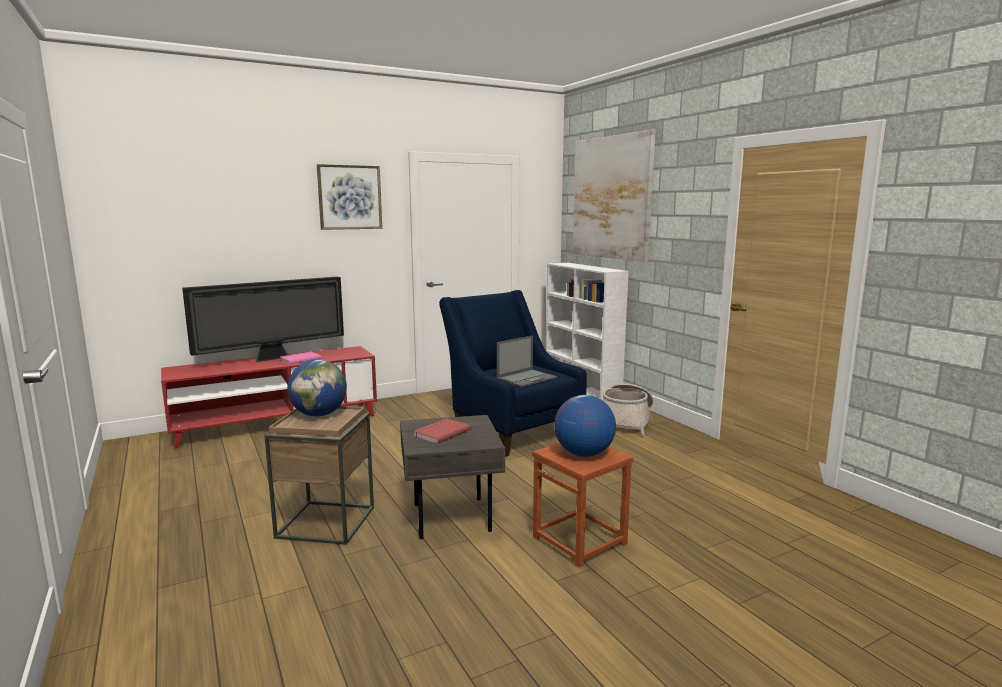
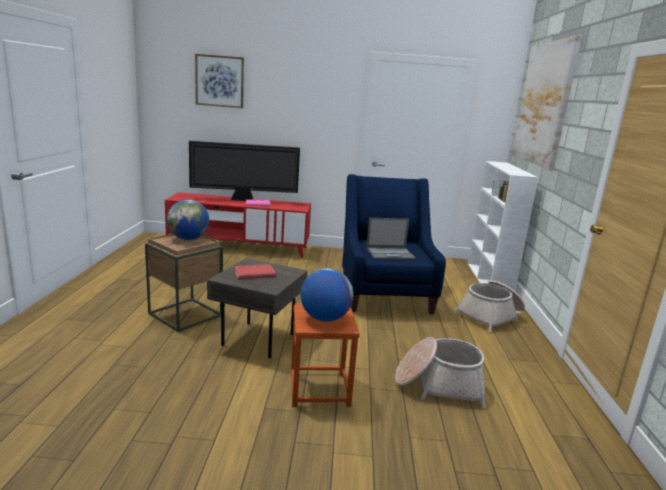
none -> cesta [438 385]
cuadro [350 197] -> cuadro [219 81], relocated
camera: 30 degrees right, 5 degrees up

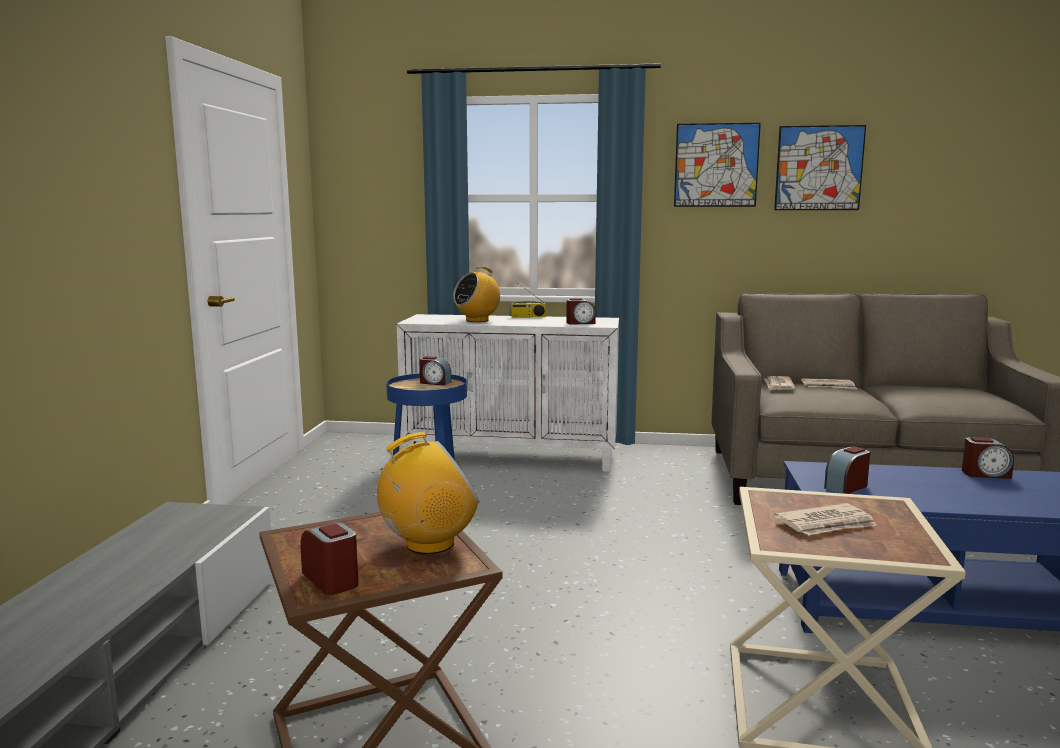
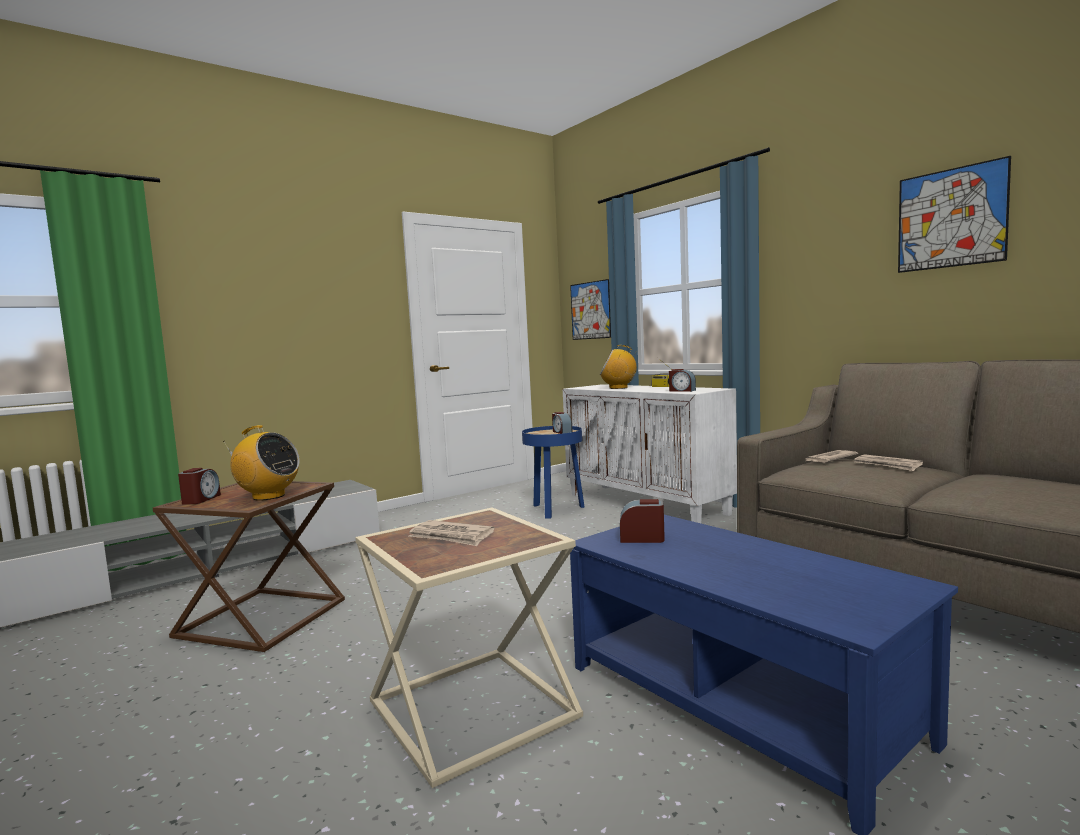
despertador [985 474] -> none
cuadro [716 165] -> cuadro [590 310], relocated
camera: 45 degrees right, 5 degrees down

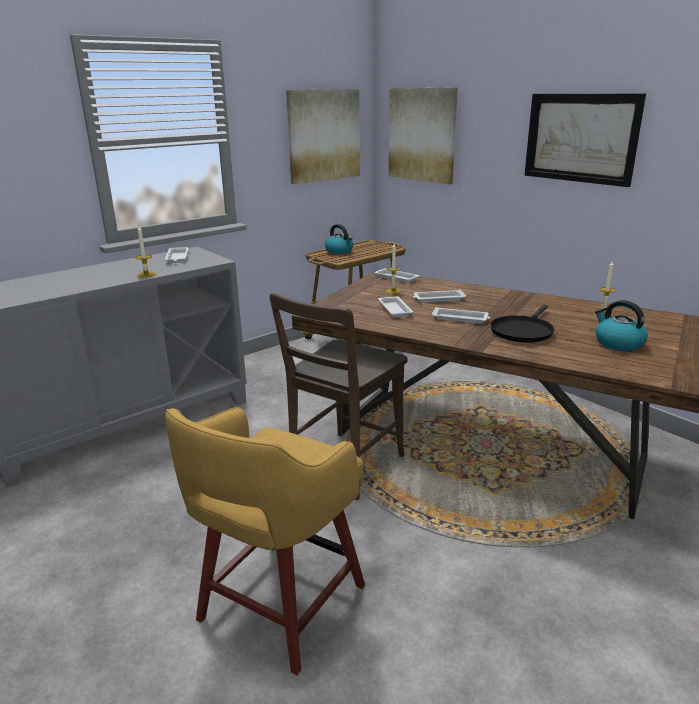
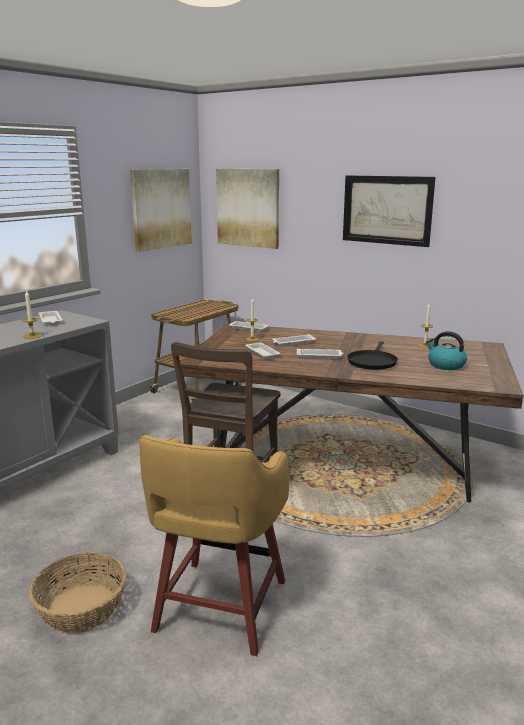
hervidor [339 251] -> none
none -> cesta [81 608]
camera: 15 degrees left, 5 degrees down

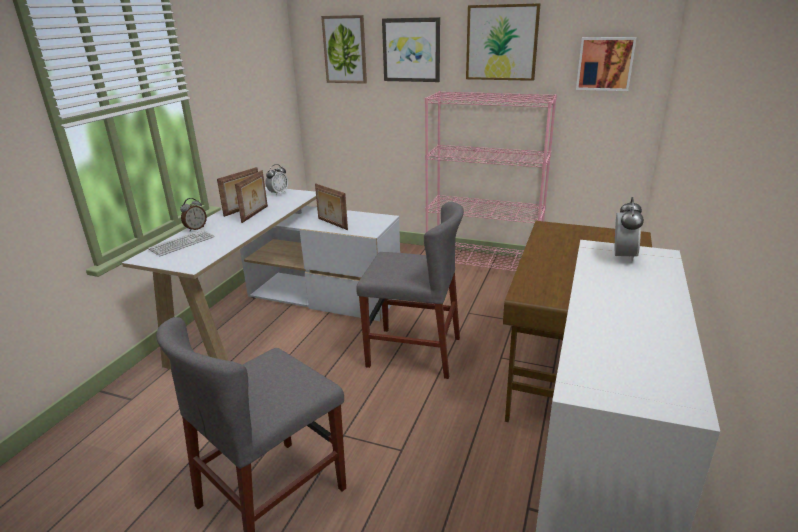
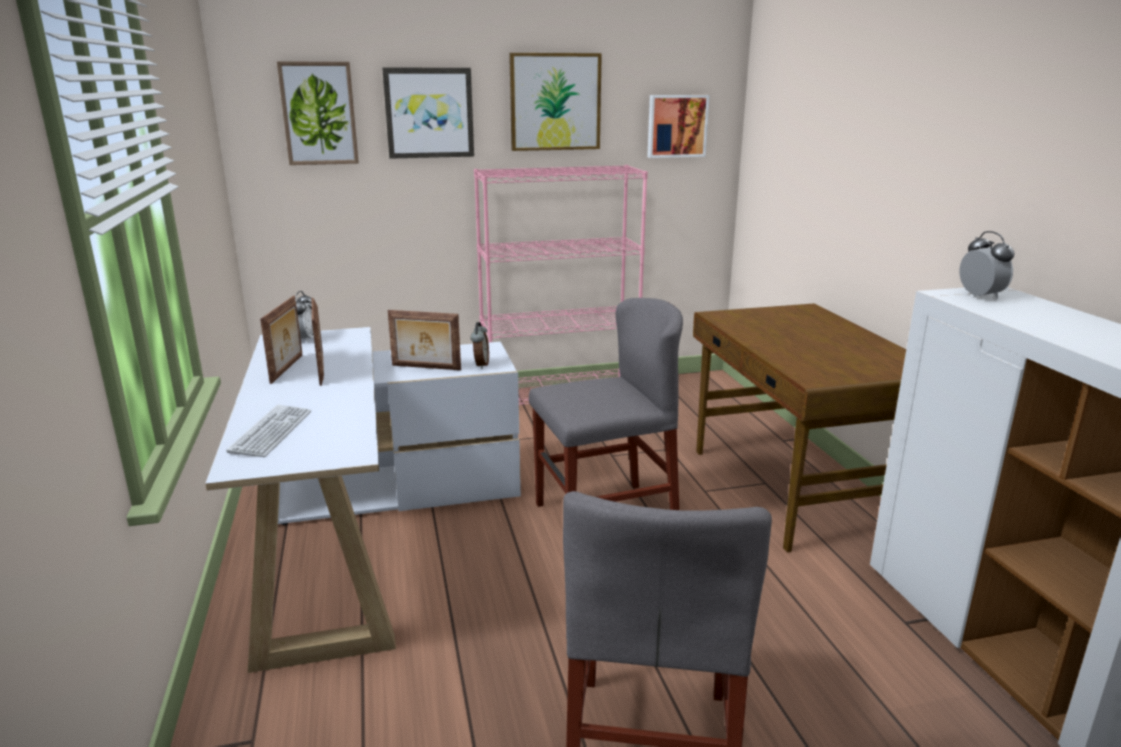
despertador [195 228] -> despertador [480 365], relocated
camera: 35 degrees left, 5 degrees down

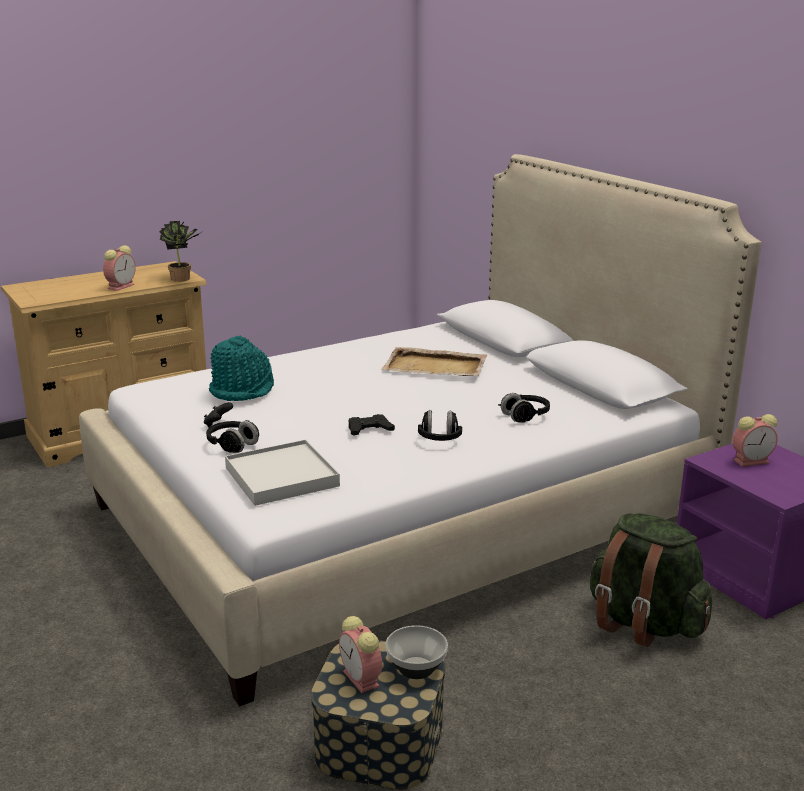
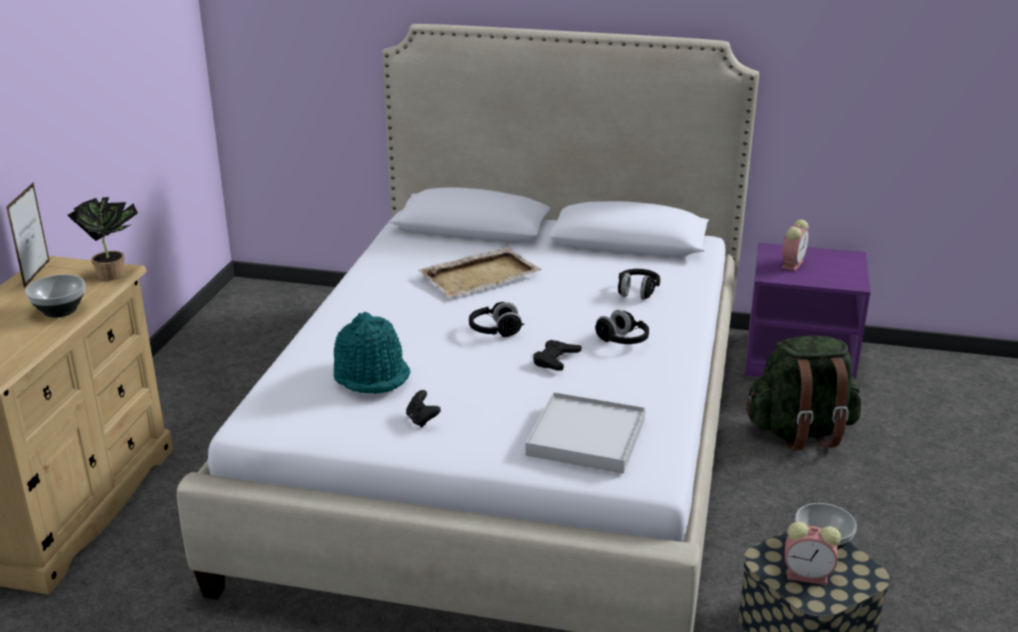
none -> portarretratos [37 274]
auriculares/negro [232 445] -> auriculares/negro [495 331], relocated
despertador [121 286] -> cuenco [60 310]
camera: 45 degrees left, 5 degrees up

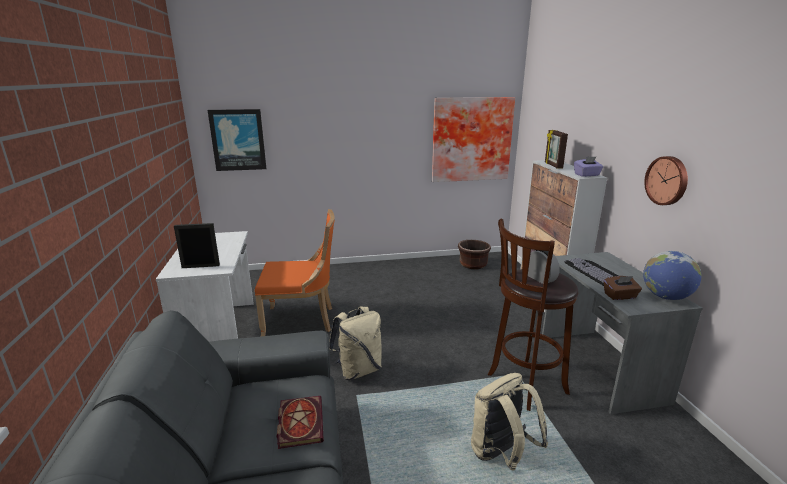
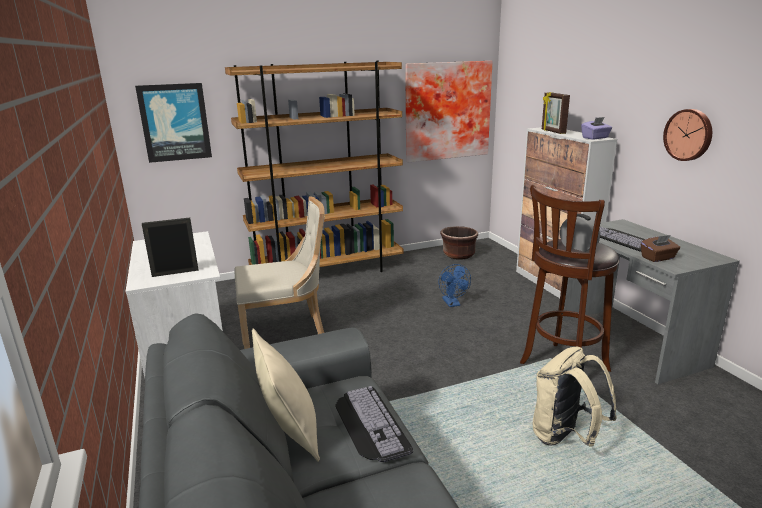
mochila/beis [358 370] -> none
globo terráqueo [665 297] -> none
none -> estantería/marrón [328 272]
none -> cojín/beis [290 432]
none -> ventilador/azul [452 304]
libro [299 422] -> teclado [368 423]
silla/naranja [302 321] -> silla/beis [286 333]
camera: 10 degrees left, 0 degrees up

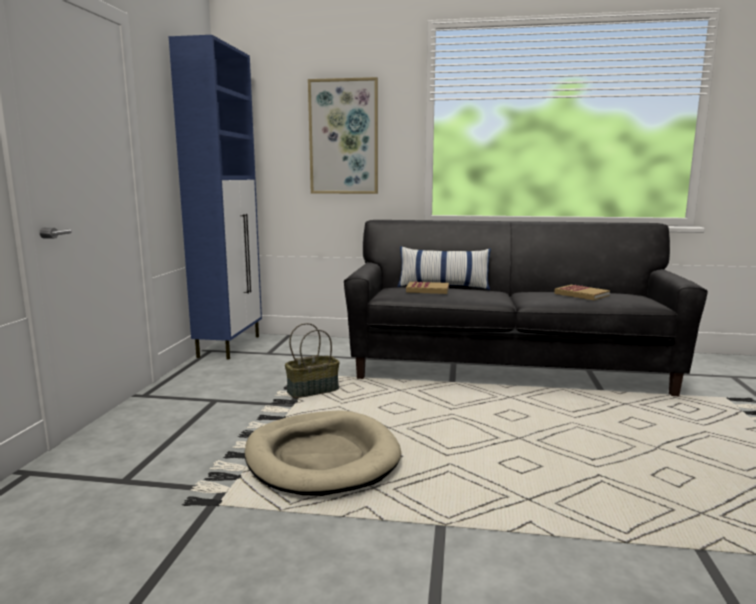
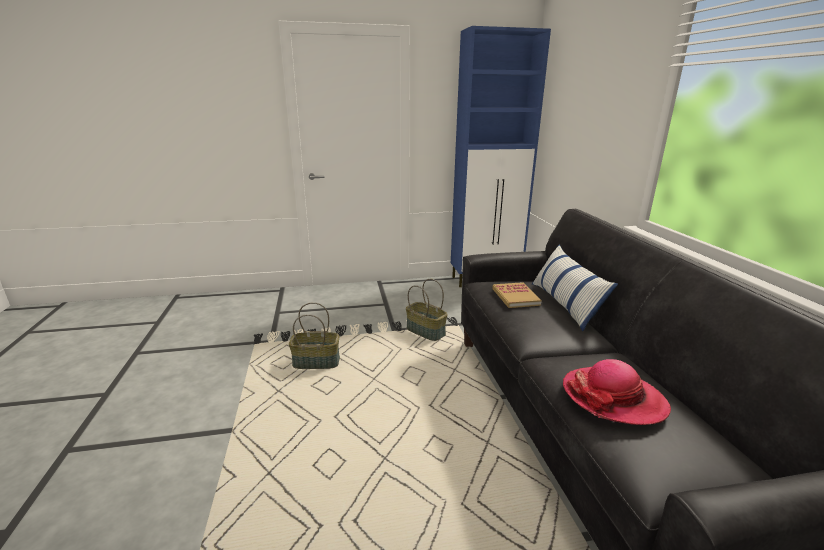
cuadro [344 137] -> none
cama para perro/beis [322 458] -> cesta [317 362]
libro [581 294] -> sombrero [613 398]
camera: 70 degrees right, 10 degrees up

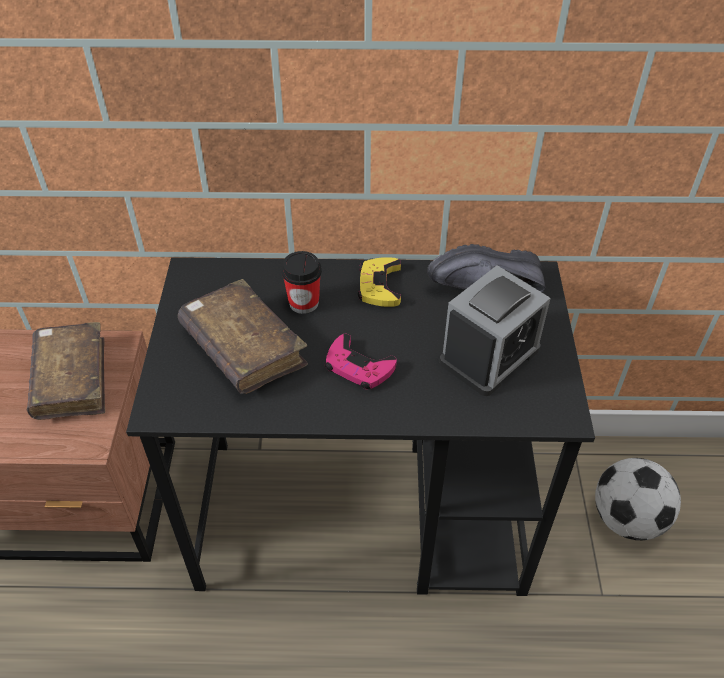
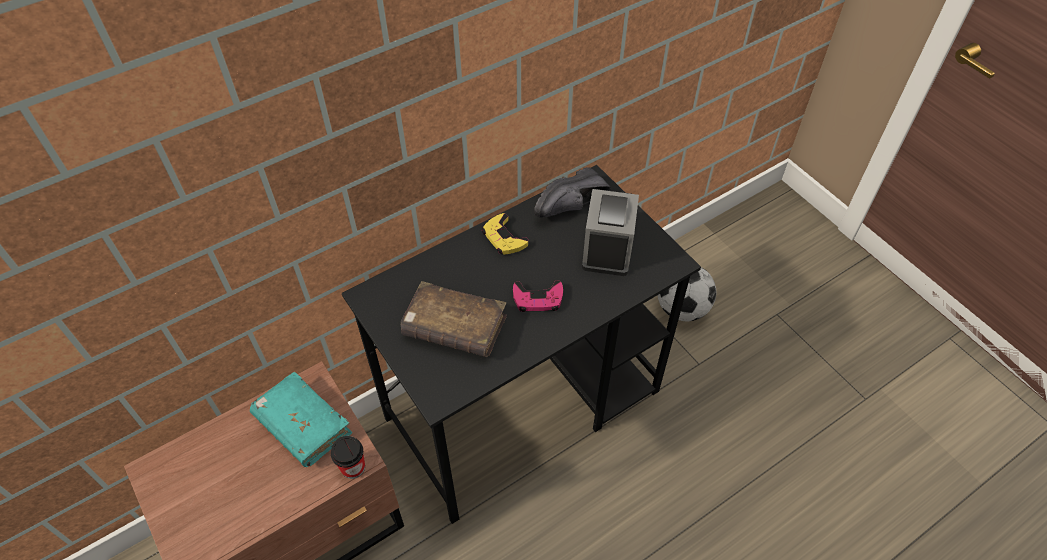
taza [304 303] -> taza [353 467], relocated
libro/marrón [71 380] -> libro/turquesa [303 425]
camera: 35 degrees left, 5 degrees up

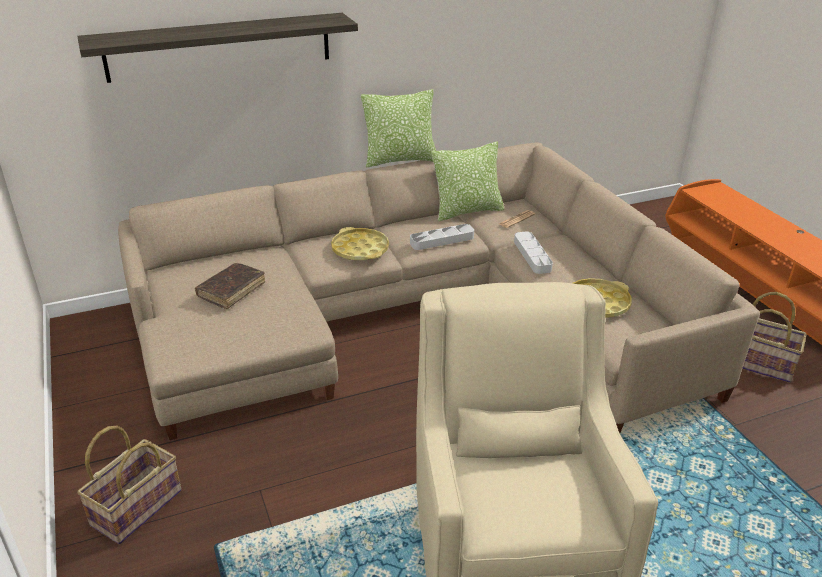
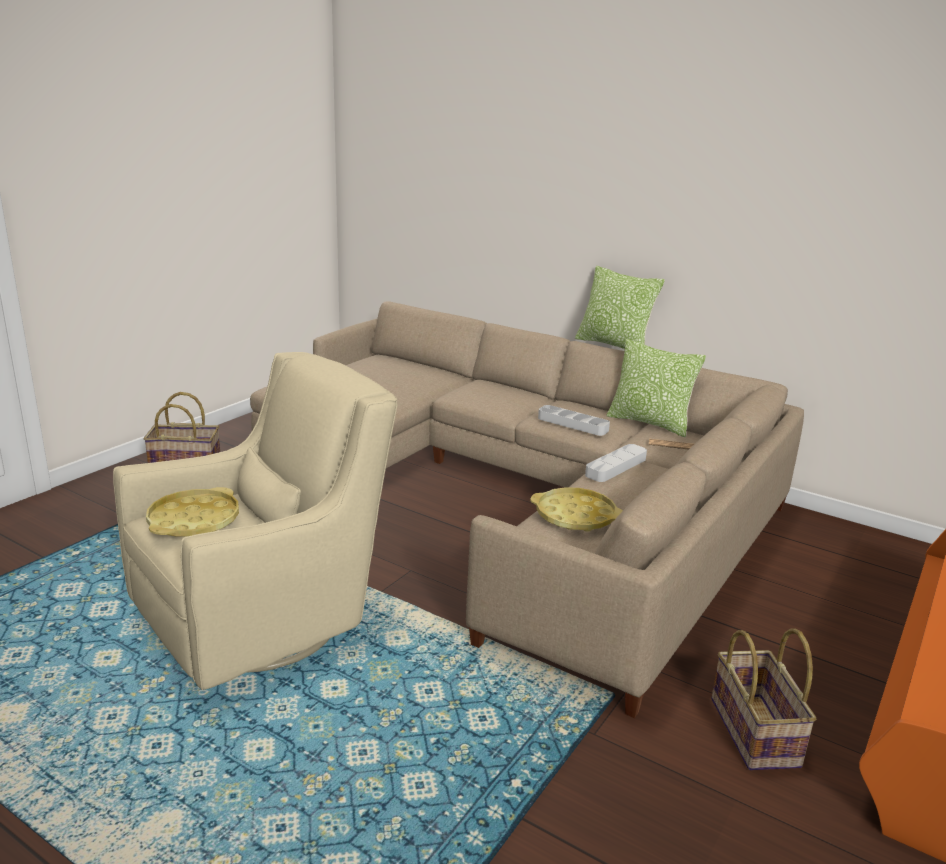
estante [220 47] -> none
libro/marrón [231 290] -> none
bandeja/amarillo [360 249] -> bandeja/amarillo [194 521], relocated
camera: 55 degrees right, 10 degrees down

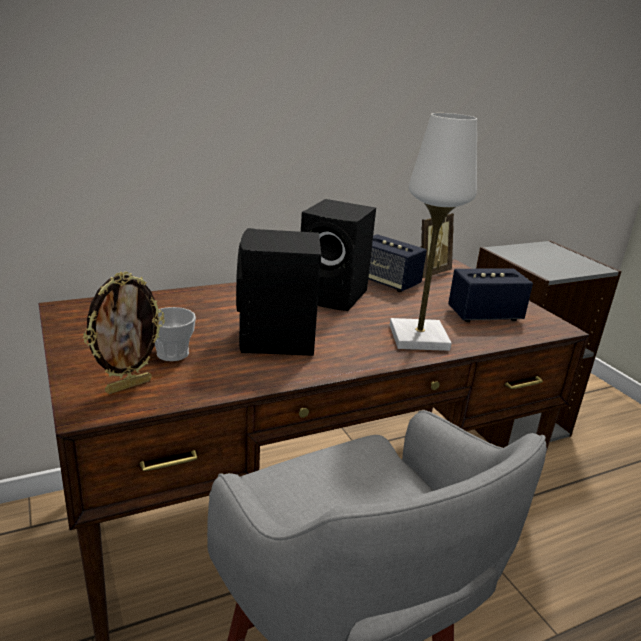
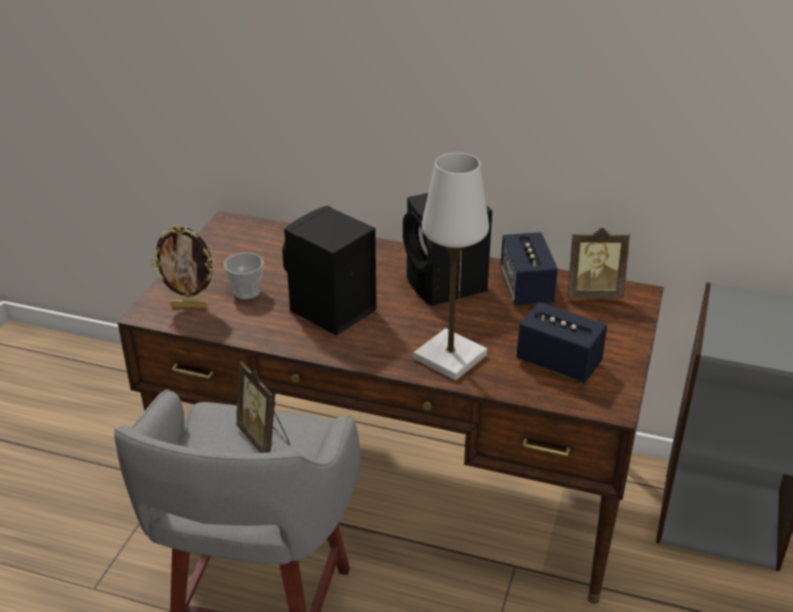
none -> portarretratos [264 439]
camera: 45 degrees right, 10 degrees up

